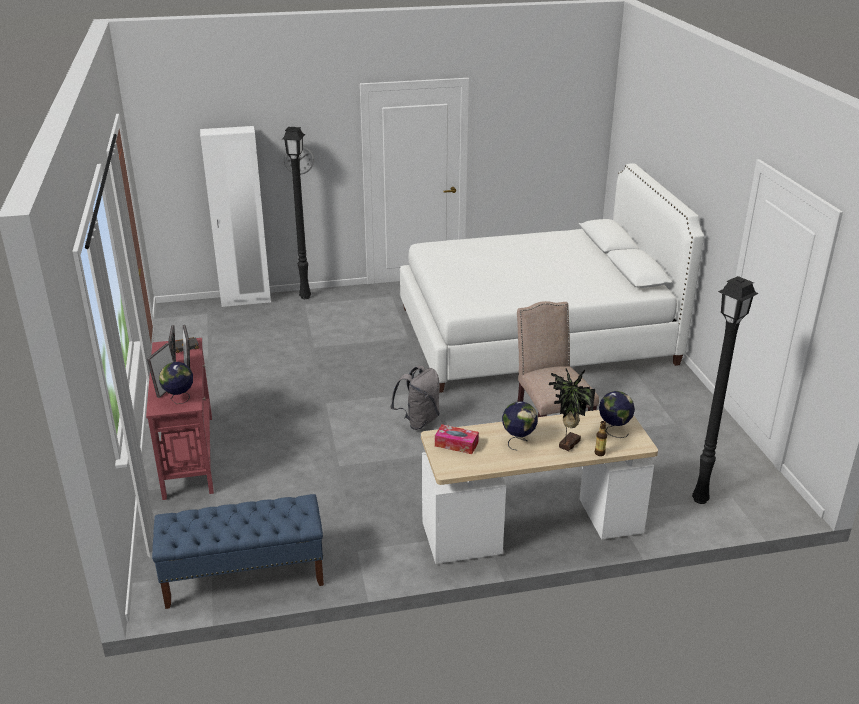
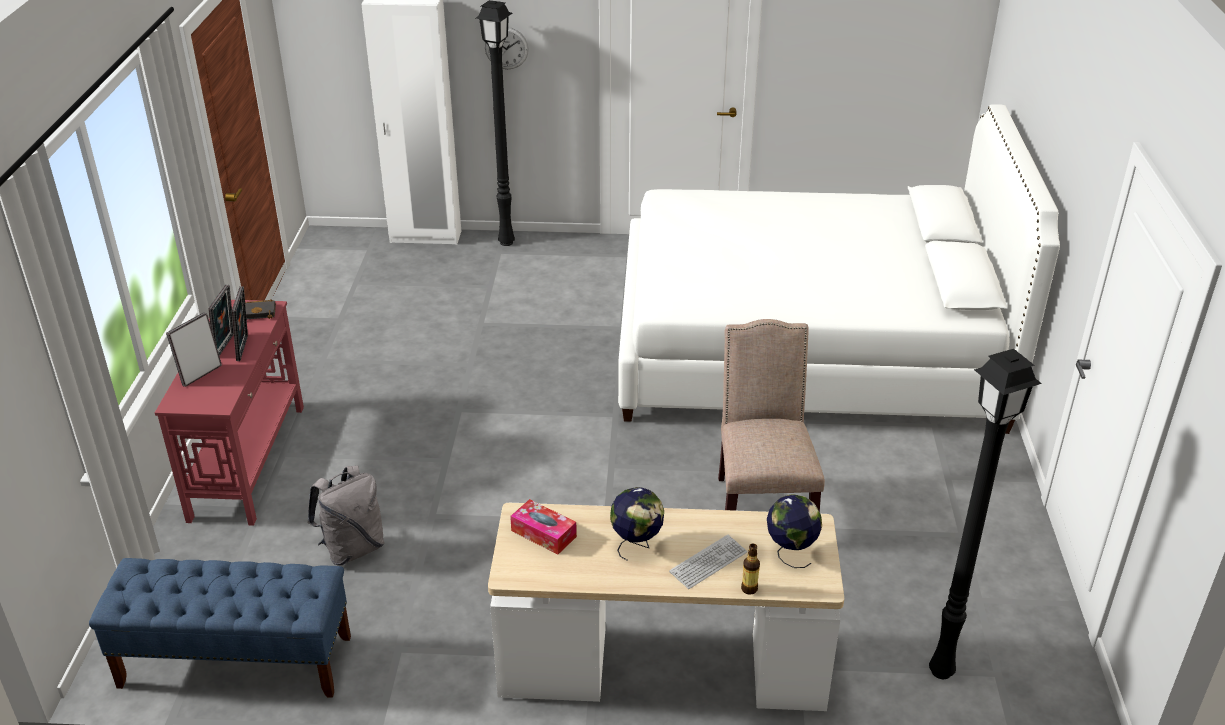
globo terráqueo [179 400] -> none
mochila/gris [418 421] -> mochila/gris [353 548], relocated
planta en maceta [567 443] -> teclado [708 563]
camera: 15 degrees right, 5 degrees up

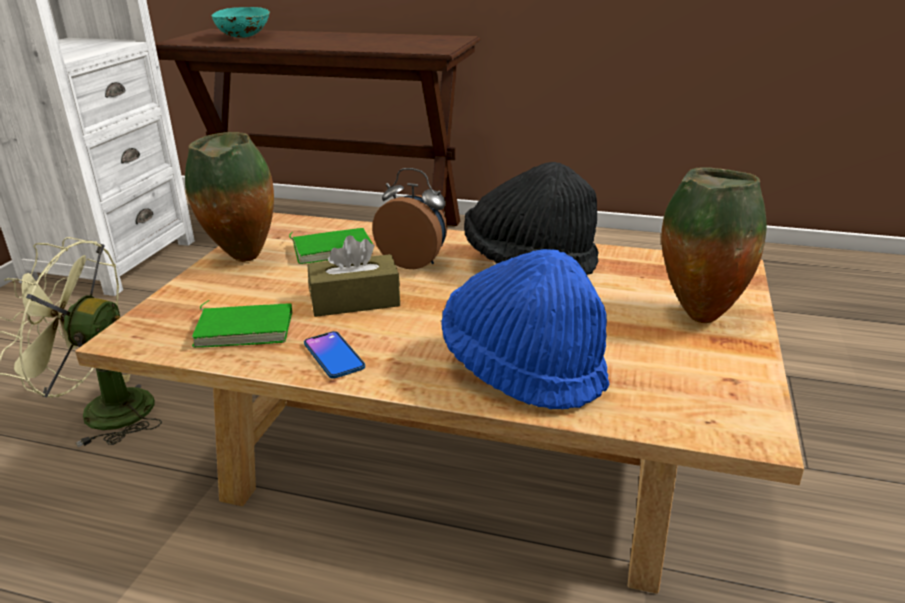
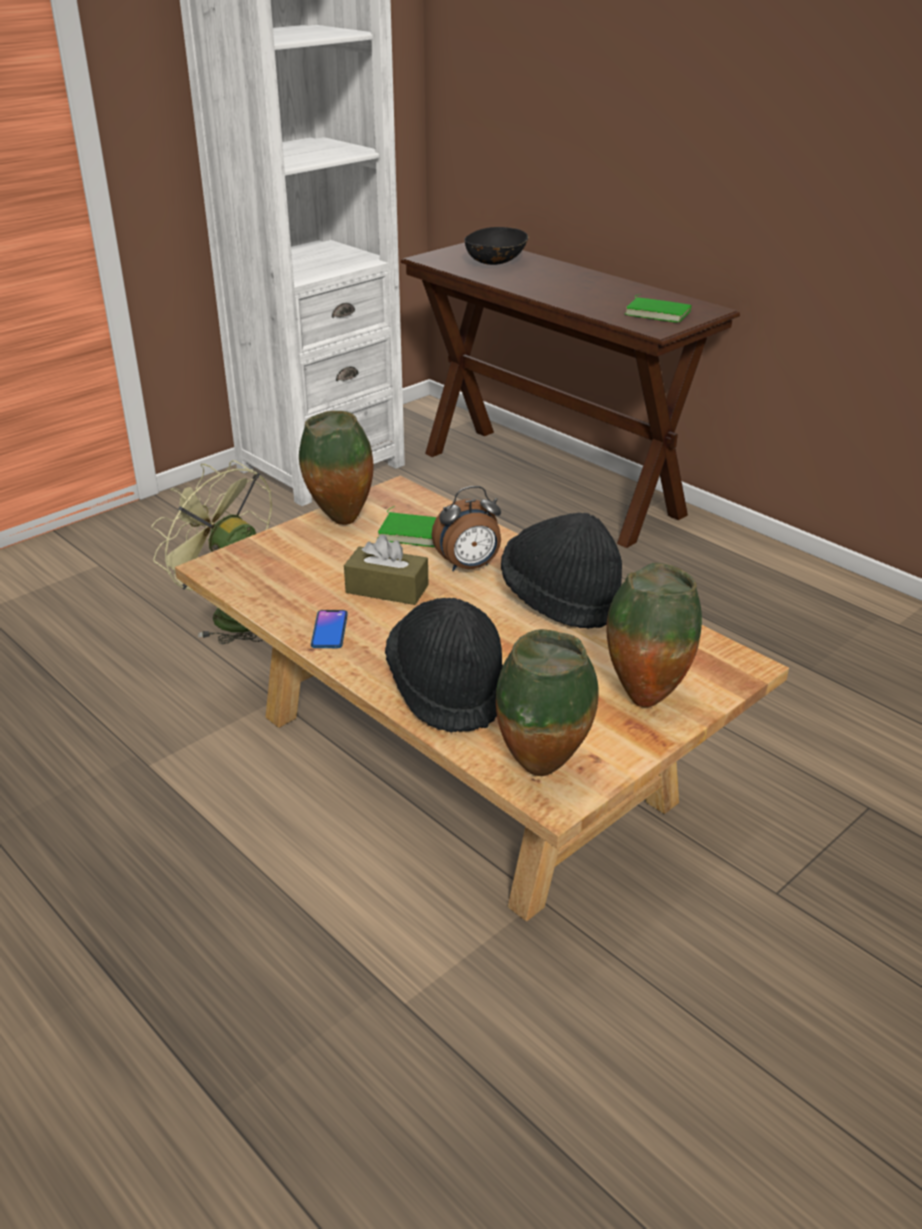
none -> florero [544 771]
libro/verde [245 328] -> libro/verde [658 313], relocated
cuenco/turquesa [244 37] -> cuenco/negro [495 263]
sombrero/azul [523 369] -> sombrero/negro [448 690]
despertador [414 262] -> despertador [469 566], 105 degrees clockwise
camera: 30 degrees right, 5 degrees up

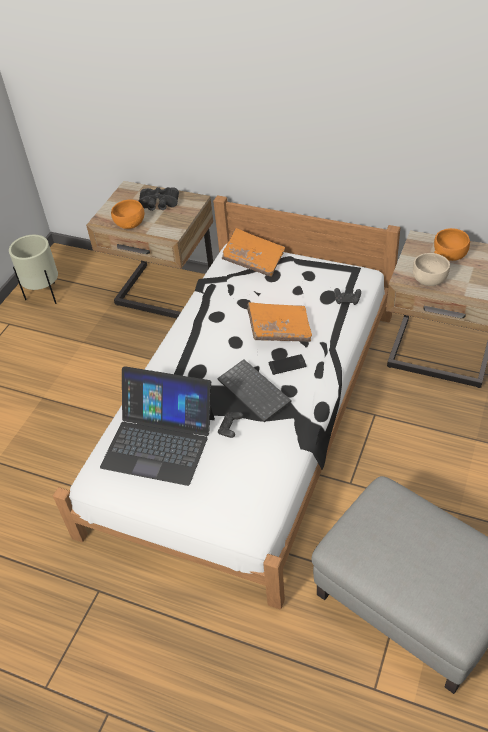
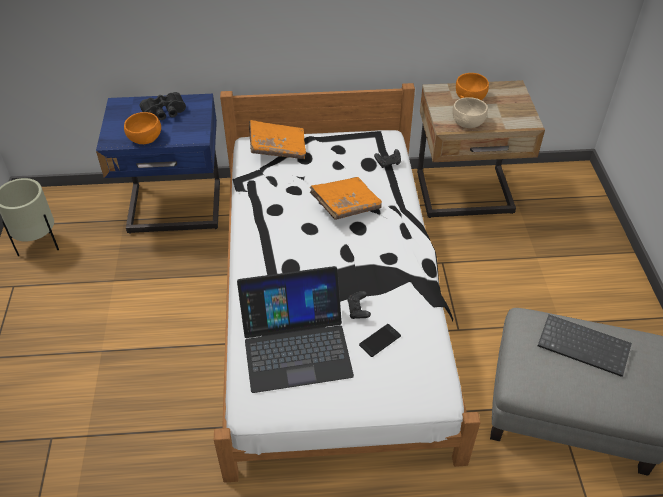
teclado [255 391] -> teclado [585 345], relocated
móvil [287 365] -> móvil [380 340], relocated
mesita de noche/beis [165 295] -> mesita de noche/azul [176 210]
camera: 30 degrees left, 0 degrees up

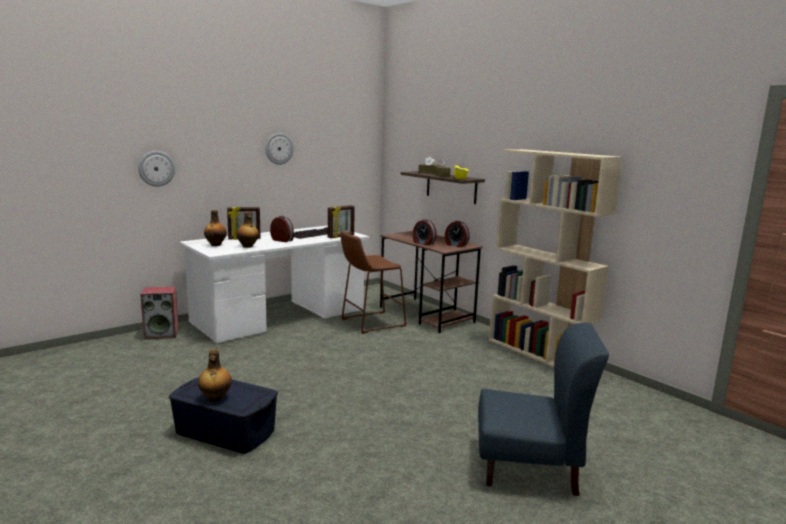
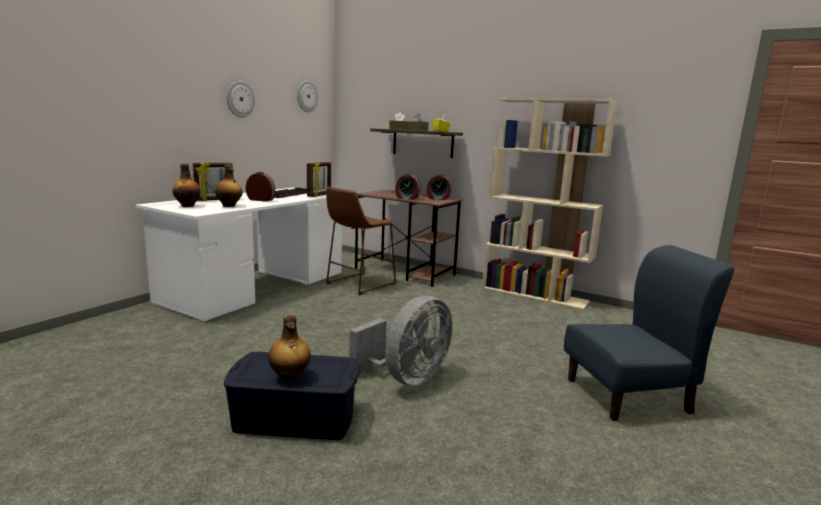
altavoz [162 334] -> none
none -> ventilador/gris [407 378]
reloj de pared [156 168] -> reloj de pared [307 96], relocated
camera: 20 degrees left, 0 degrees up

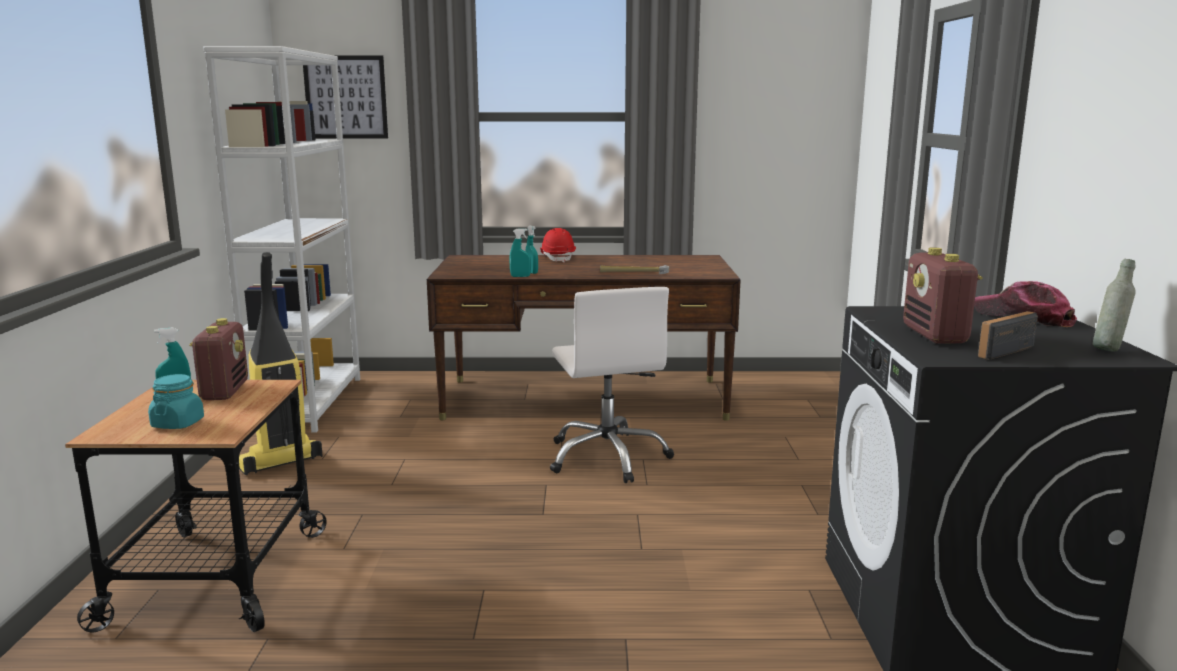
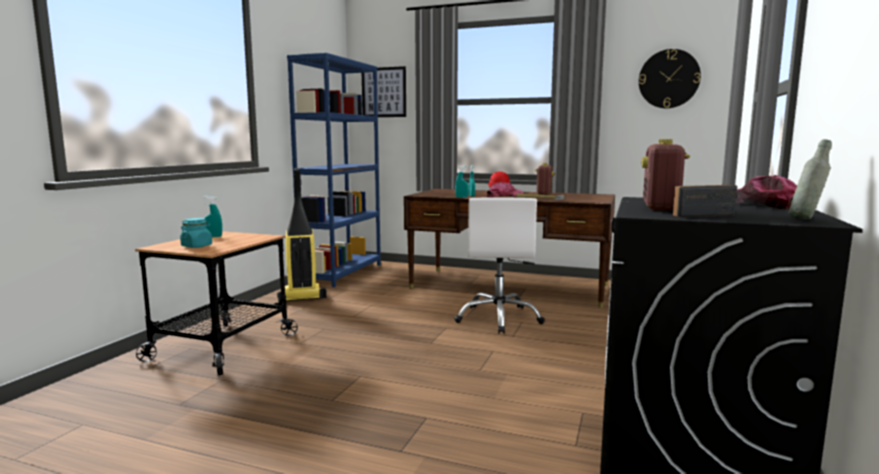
none -> gorra [504 196]
none -> reloj de pared [669 79]
radio [224 391] -> radio [544 193], relocated
estantería/blanco [308 403] -> estantería/azul [342 273]
camera: 20 degrees right, 5 degrees down

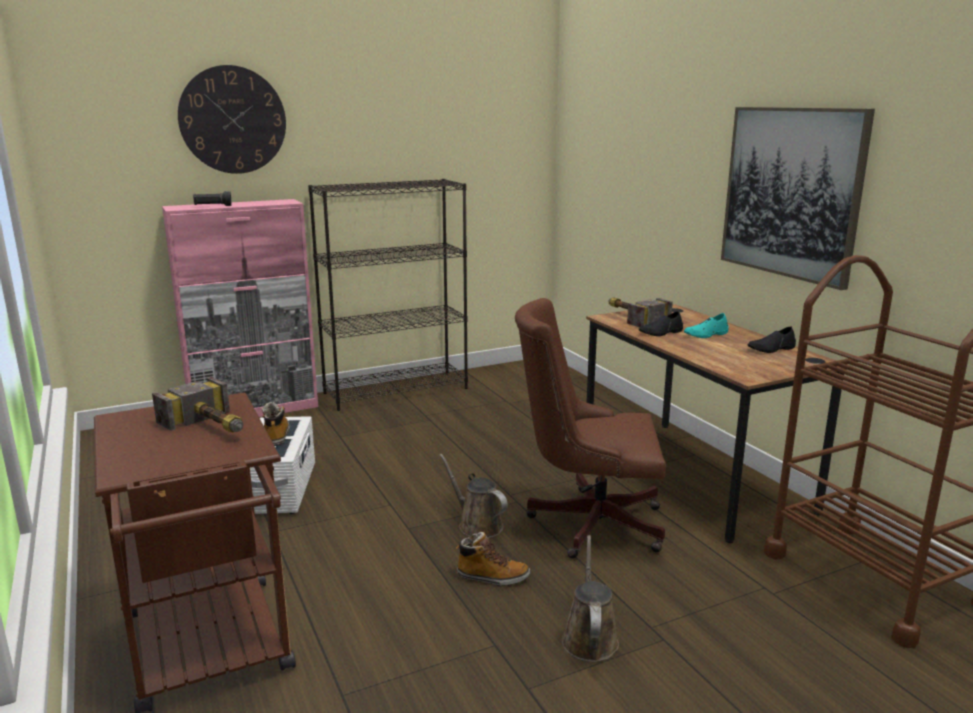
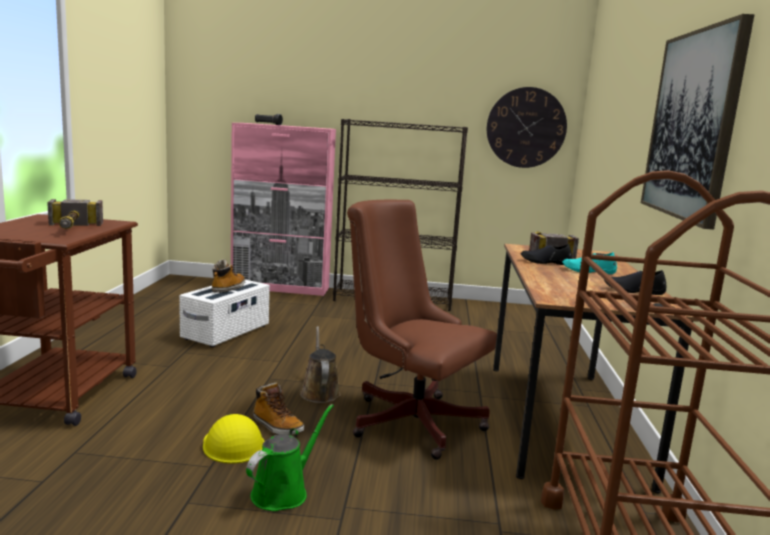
none -> casco/amarillo [233 444]
reloj de pared [233 120] -> reloj de pared [526 127], relocated
regadera/marrón [589 638] -> regadera/verde [283 492]
camera: 30 degrees right, 5 degrees down

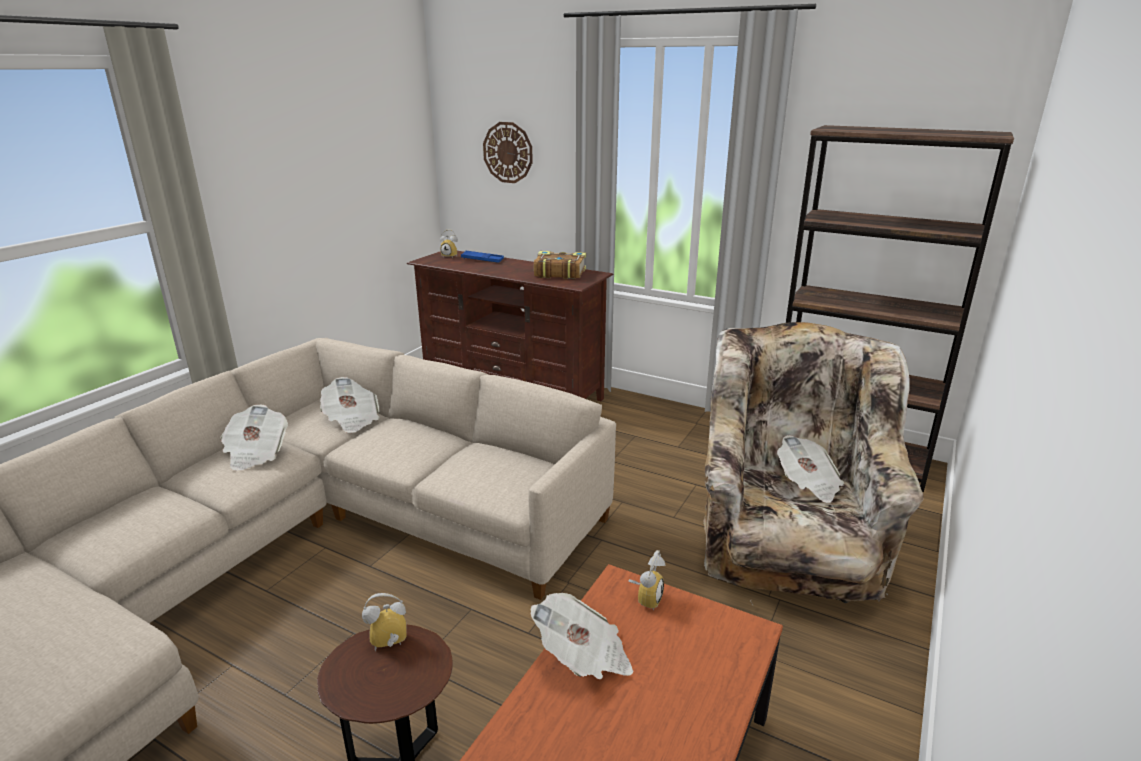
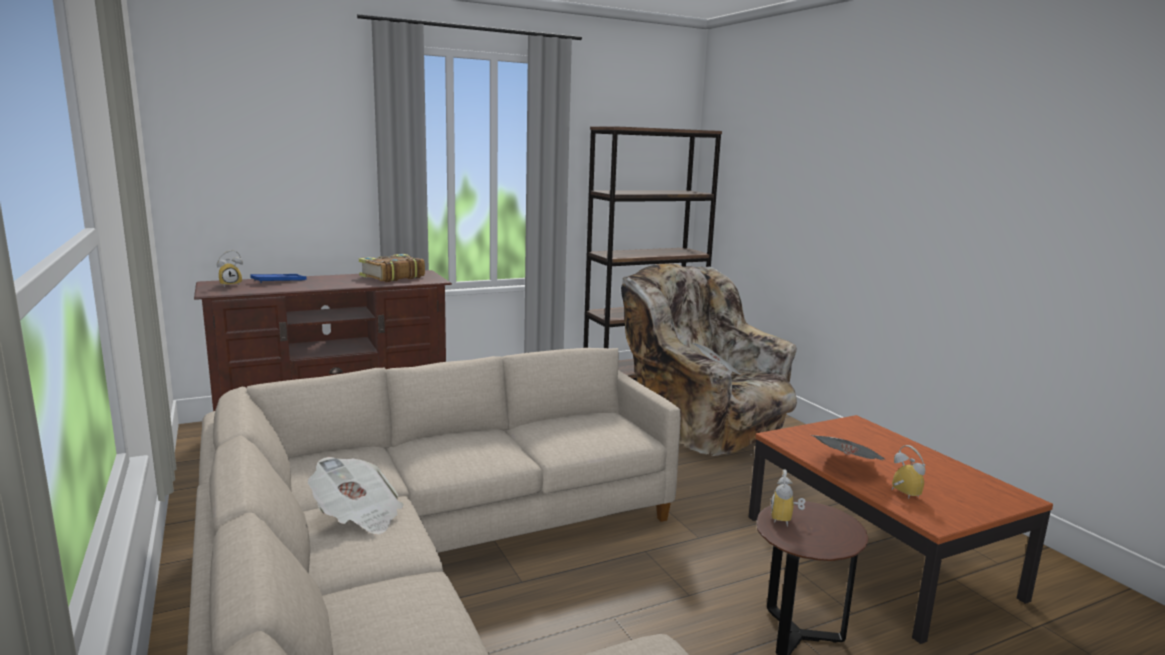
periódico [352 419] -> none
reloj de pared [508 152] -> none
despertador [646 598] -> despertador [901 494], relocated
camera: 55 degrees left, 10 degrees down

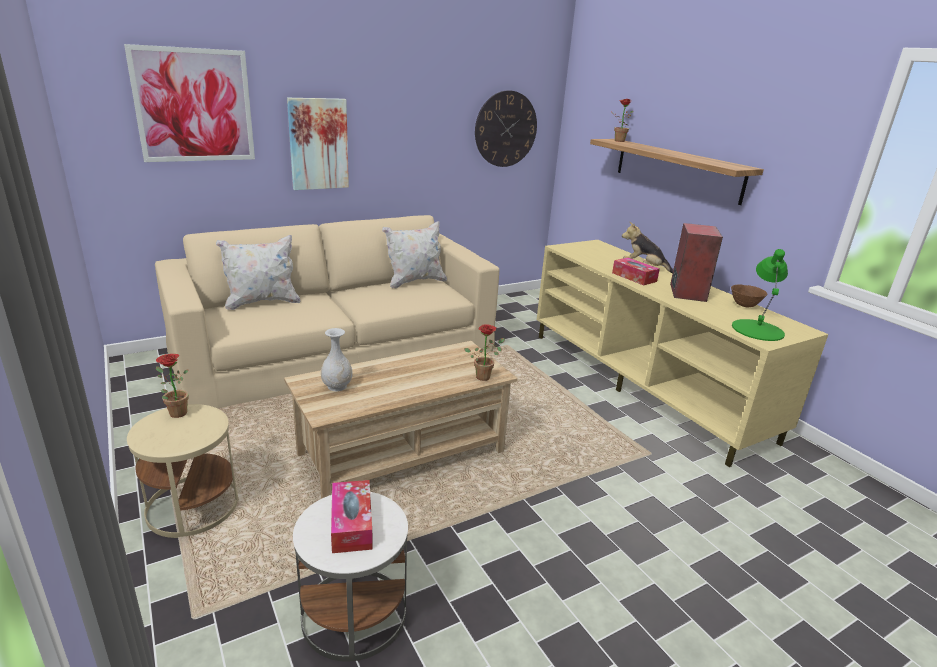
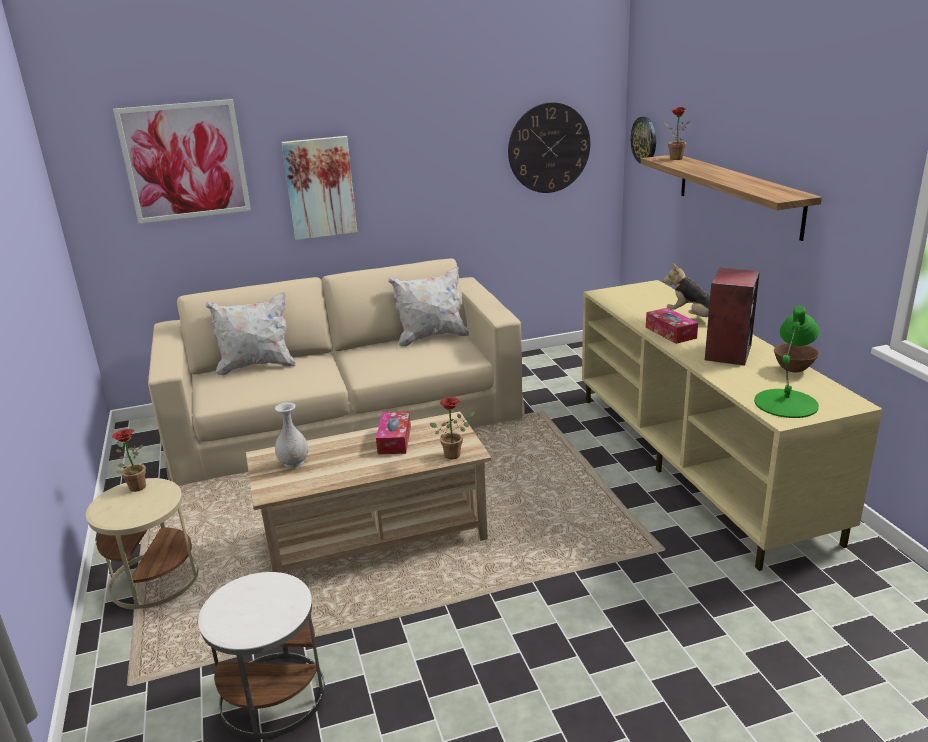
none -> reloj de pared [644 140]
caja de pañuelos [352 524] -> caja de pañuelos [394 440], relocated
camera: 15 degrees right, 0 degrees up

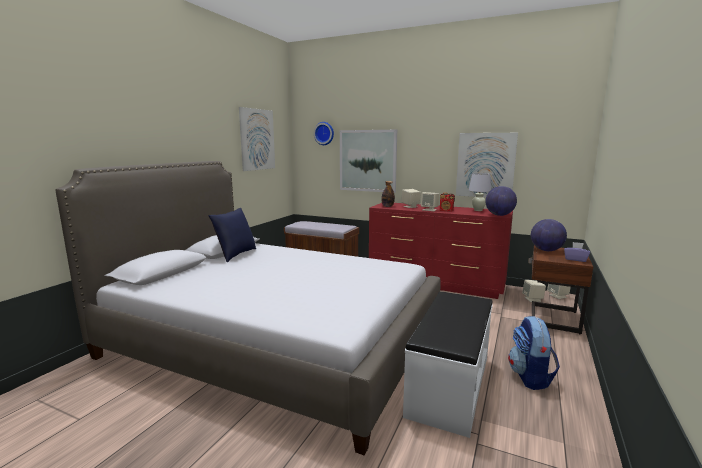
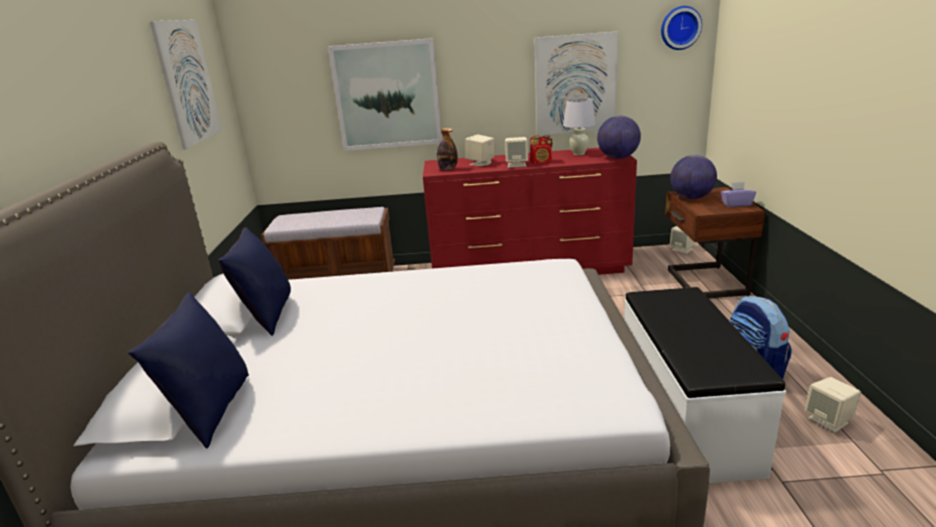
none -> cojín/azul [210 411]
reloj de pared [324 133] -> reloj de pared [680 28], relocated
altavoz/beis [532 299] -> altavoz/beis [828 420], relocated
camera: 25 degrees left, 10 degrees up

